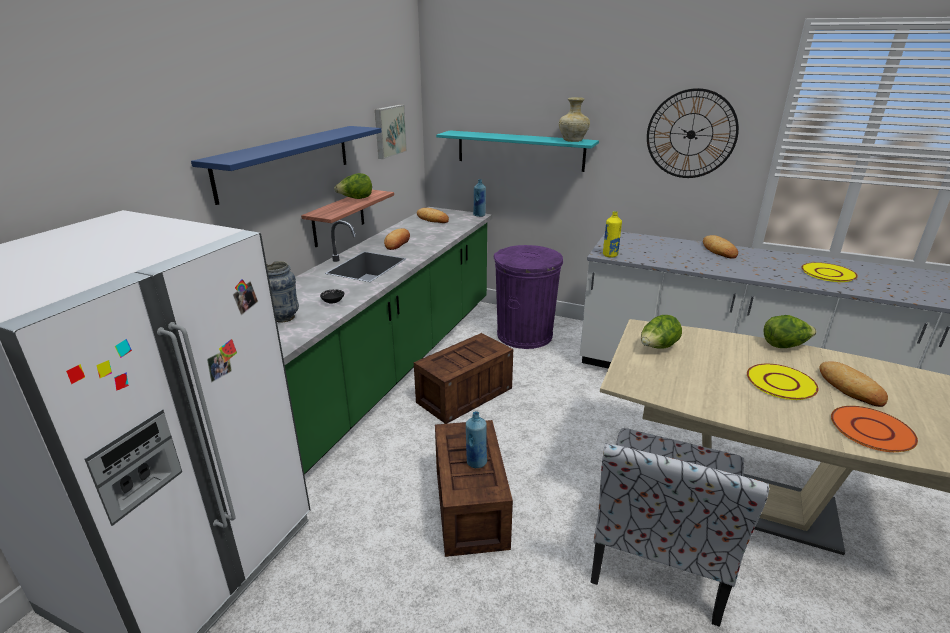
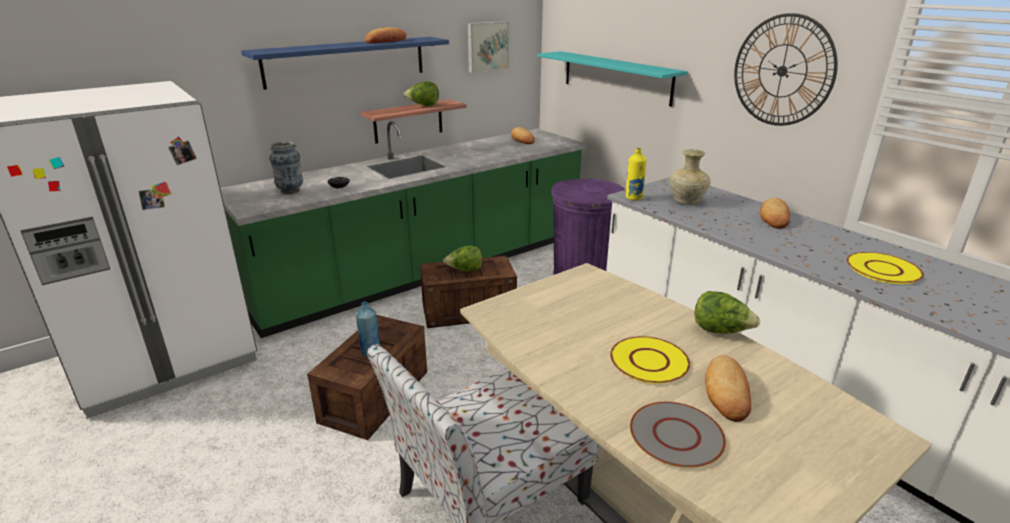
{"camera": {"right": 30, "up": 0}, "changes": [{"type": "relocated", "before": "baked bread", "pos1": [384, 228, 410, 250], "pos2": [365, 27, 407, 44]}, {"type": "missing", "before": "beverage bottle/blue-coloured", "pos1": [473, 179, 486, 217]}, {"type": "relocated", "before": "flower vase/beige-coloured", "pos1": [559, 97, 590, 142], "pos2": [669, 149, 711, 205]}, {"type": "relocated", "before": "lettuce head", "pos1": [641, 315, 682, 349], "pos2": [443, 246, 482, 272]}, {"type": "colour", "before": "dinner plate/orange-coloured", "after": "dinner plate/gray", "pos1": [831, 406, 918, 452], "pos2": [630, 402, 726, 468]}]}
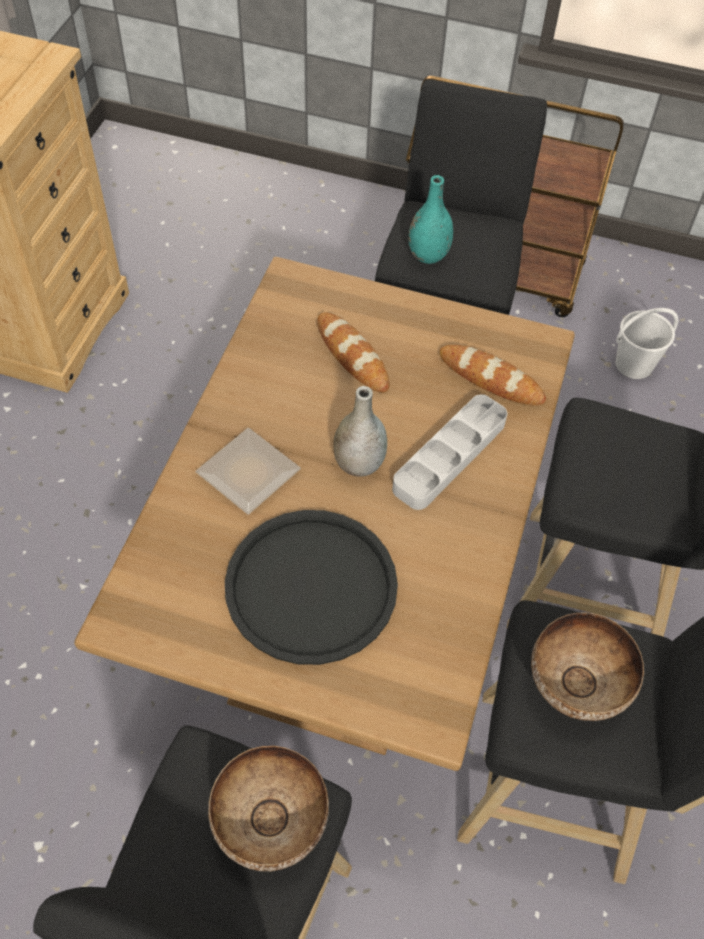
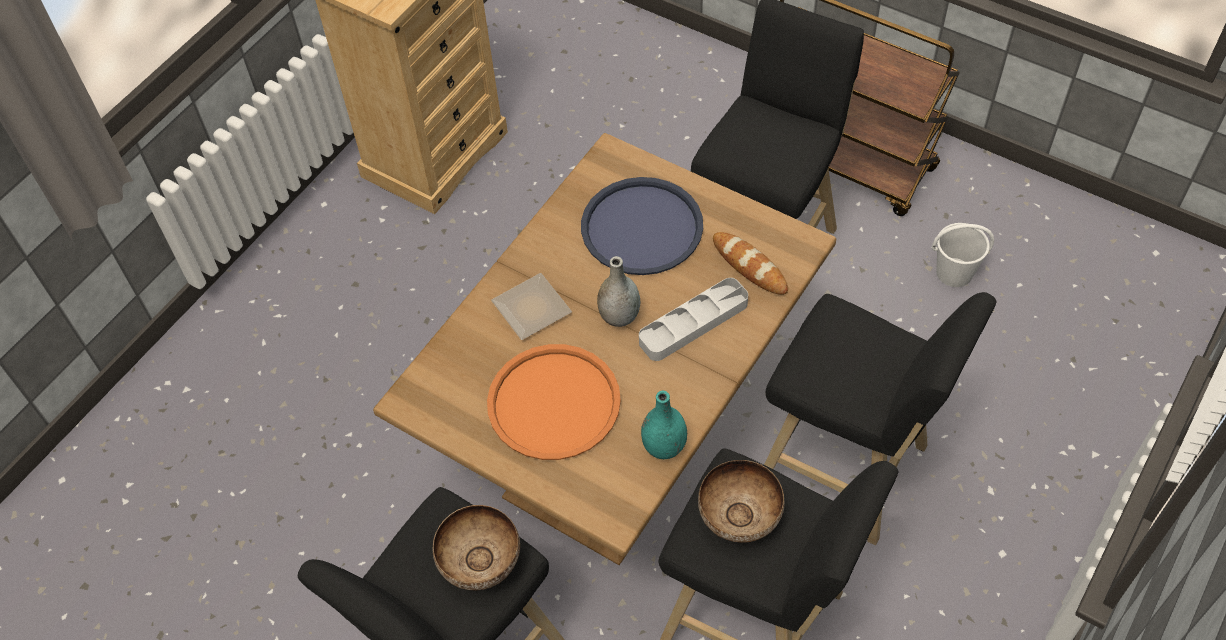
{"camera": {"right": 20, "up": 0}, "changes": [{"type": "colour", "before": "serving tray/black", "after": "serving tray/orange-coloured", "pos1": [225, 510, 398, 665], "pos2": [487, 344, 621, 460]}, {"type": "exchanged", "before": "baked bread", "after": "serving tray/blue-coloured", "pos1": [317, 312, 390, 393], "pos2": [581, 177, 703, 275]}, {"type": "relocated", "before": "flower vase/turquoise-coloured", "pos1": [409, 175, 453, 264], "pos2": [641, 391, 687, 459]}]}
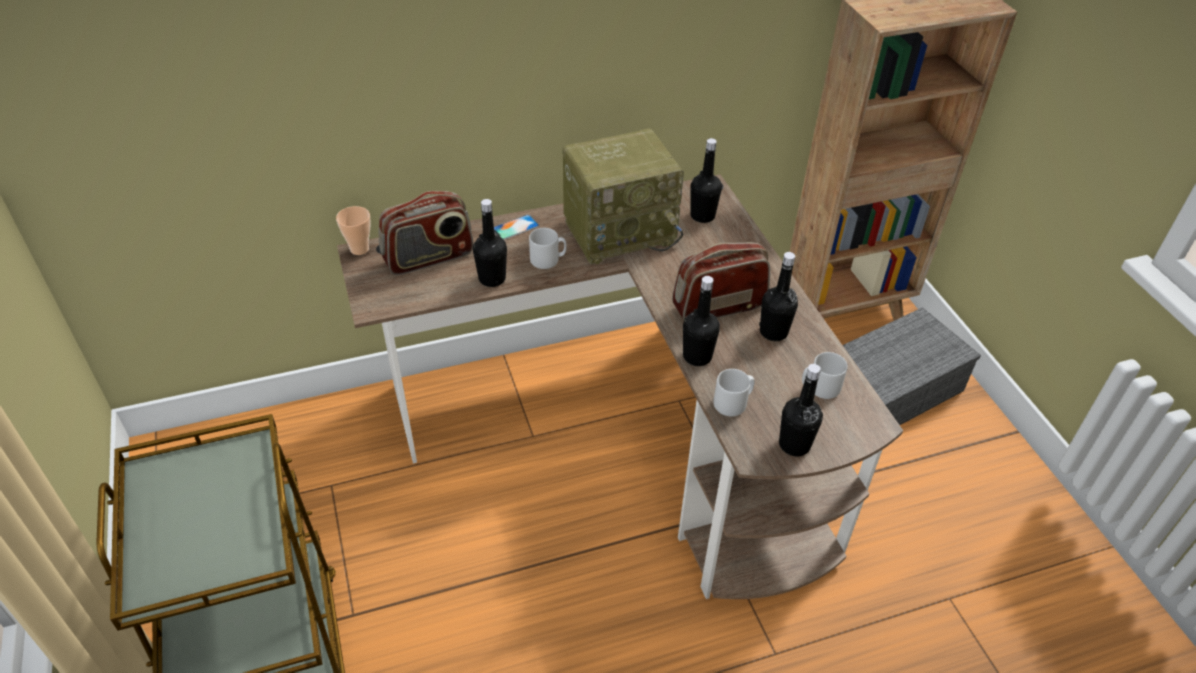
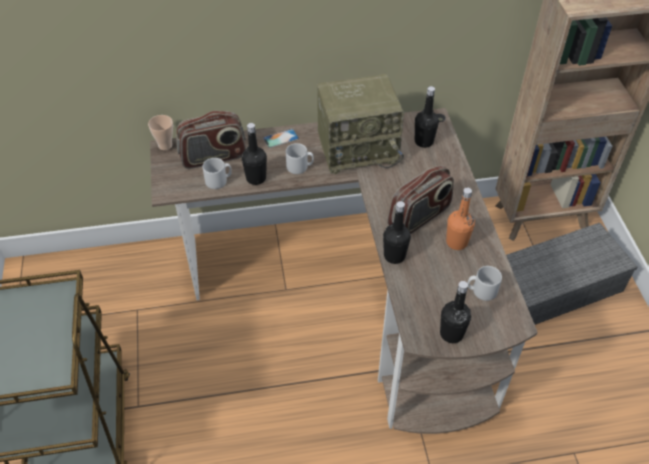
{"camera": {"right": 10, "up": 5}, "changes": [{"type": "spun", "before": "radio set", "pos1": [672, 242, 770, 320], "pos2": [387, 165, 454, 234], "turn": 150}, {"type": "relocated", "before": "mug/gray", "pos1": [714, 369, 755, 416], "pos2": [203, 158, 232, 189]}, {"type": "colour", "before": "beverage bottle/black", "after": "beverage bottle/orange-coloured", "pos1": [759, 252, 798, 341], "pos2": [446, 187, 475, 250]}]}
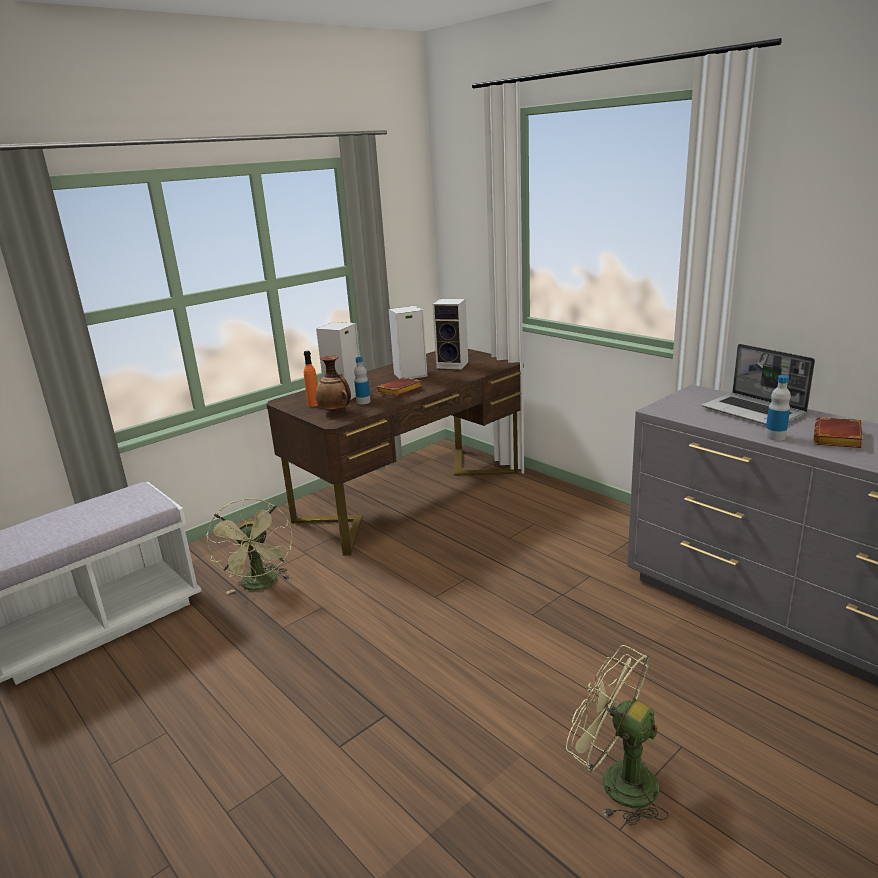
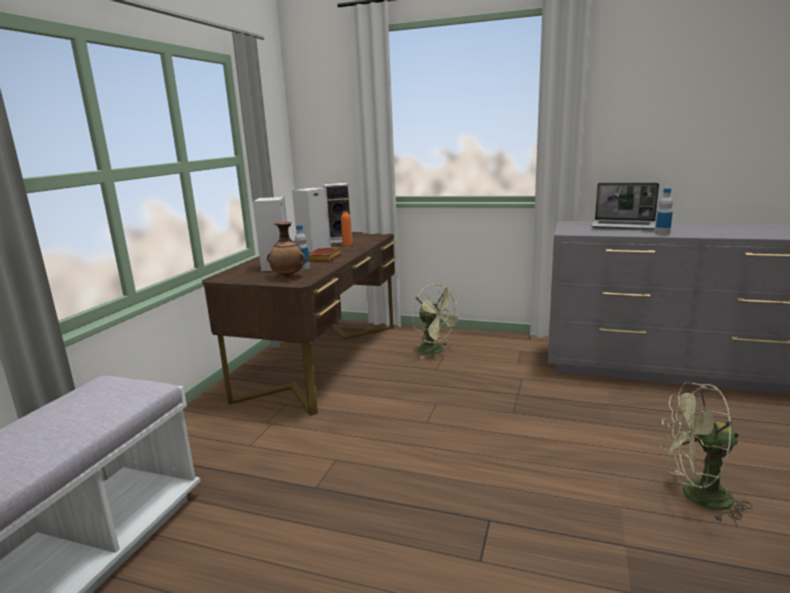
{"camera": {"right": -30, "up": -5}, "changes": [{"type": "relocated", "before": "electric fan/green", "pos1": [206, 498, 292, 594], "pos2": [412, 284, 462, 359]}, {"type": "relocated", "before": "beverage bottle/orange-coloured", "pos1": [304, 351, 318, 407], "pos2": [341, 201, 352, 246]}, {"type": "missing", "before": "book/brown-coloured", "pos1": [814, 417, 863, 448]}]}
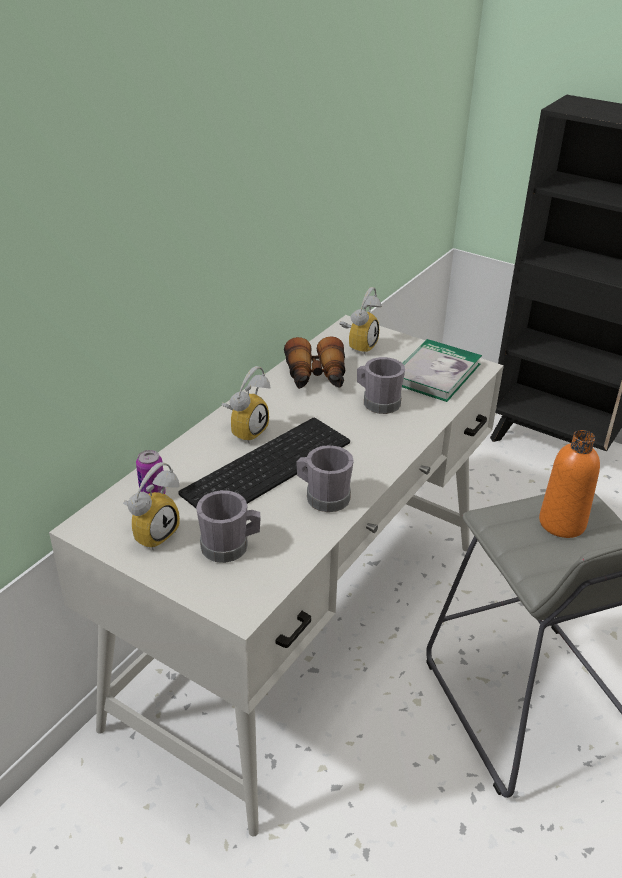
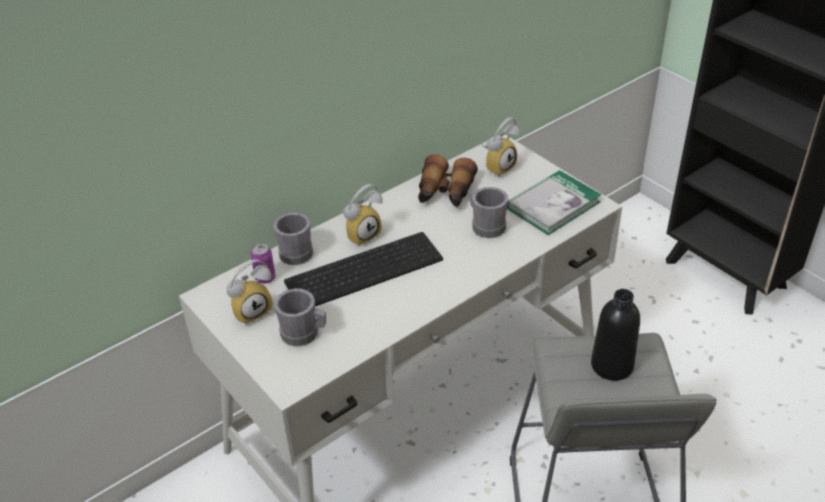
{"camera": {"right": 20, "up": 5}, "changes": [{"type": "relocated", "before": "mug/gray", "pos1": [296, 445, 354, 512], "pos2": [273, 212, 313, 265]}, {"type": "colour", "before": "beverage bottle/orange-coloured", "after": "beverage bottle/black", "pos1": [539, 430, 600, 538], "pos2": [591, 289, 640, 381]}]}
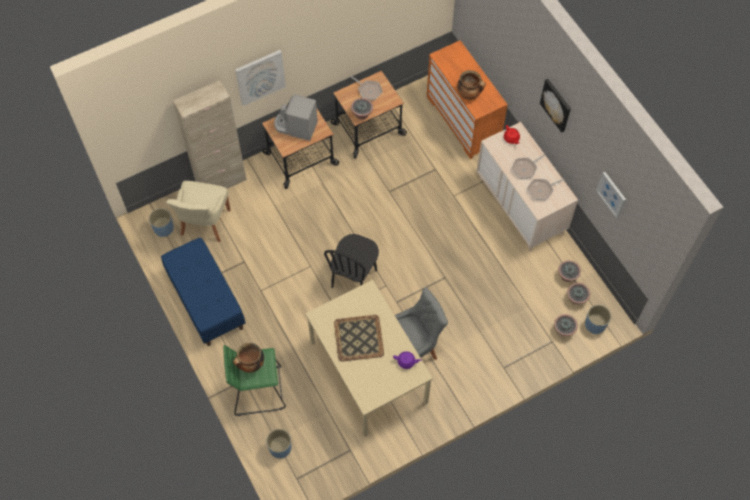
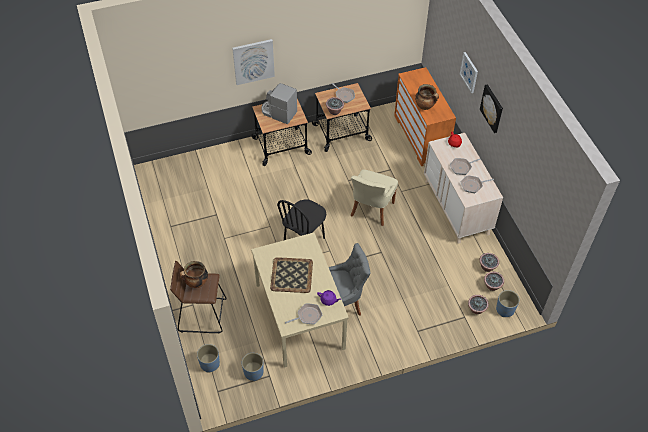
{"camera": {"right": 10, "up": -10}, "changes": [{"type": "relocated", "before": "flower pot/blue-coloured", "pos1": [149, 208, 174, 237], "pos2": [242, 353, 264, 381]}, {"type": "missing", "before": "indoor bench/blue-coloured", "pos1": [161, 237, 245, 346]}, {"type": "relocated", "before": "chair/beige-coloured", "pos1": [166, 181, 231, 242], "pos2": [351, 170, 398, 226]}, {"type": "missing", "before": "cabinet/beige-coloured", "pos1": [173, 80, 247, 189]}, {"type": "colour", "before": "stool seat/green", "after": "stool seat/brown-coloured", "pos1": [223, 345, 286, 416], "pos2": [170, 261, 227, 333]}, {"type": "relocated", "before": "wall art", "pos1": [596, 172, 626, 218], "pos2": [460, 52, 478, 93]}, {"type": "appeared", "after": "frying pan", "pos2": [285, 304, 322, 324]}]}
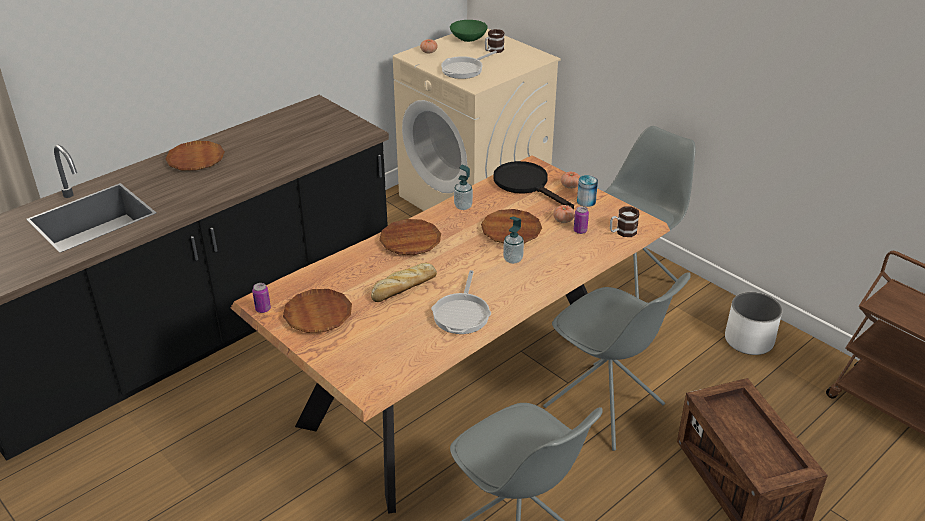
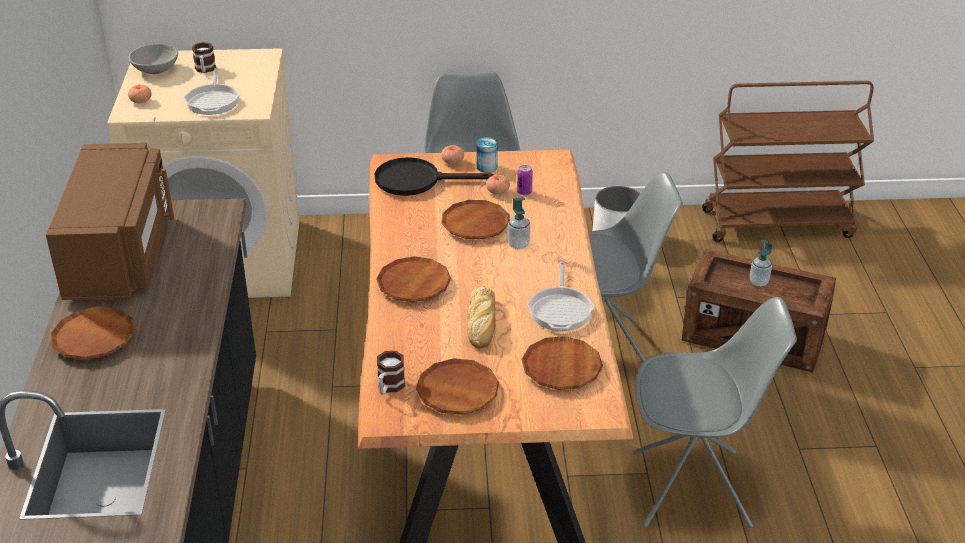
{"camera": {"right": -50, "up": 0}, "changes": [{"type": "missing", "before": "can", "pos1": [252, 283, 271, 313]}, {"type": "spun", "before": "frying pan", "pos1": [431, 270, 491, 334], "pos2": [527, 262, 595, 331], "turn": 45}, {"type": "colour", "before": "bowl/green", "after": "bowl/gray", "pos1": [450, 20, 488, 42], "pos2": [128, 44, 178, 74]}, {"type": "relocated", "before": "liquid soap bottle", "pos1": [454, 164, 473, 210], "pos2": [750, 240, 772, 286]}, {"type": "relocated", "before": "mug", "pos1": [610, 206, 640, 237], "pos2": [377, 351, 405, 395]}, {"type": "appeared", "after": "microwave/brown-coloured", "pos2": [46, 143, 174, 300]}, {"type": "appeared", "after": "dinner plate/brown-coloured", "pos2": [521, 336, 603, 390]}]}
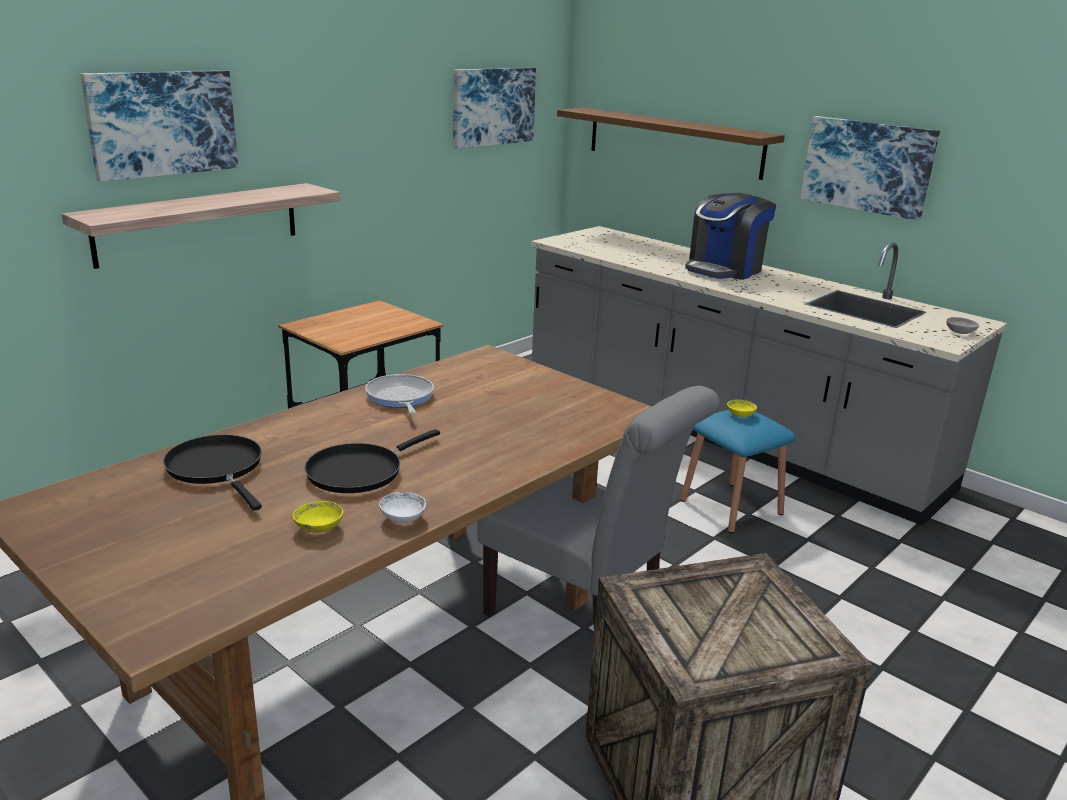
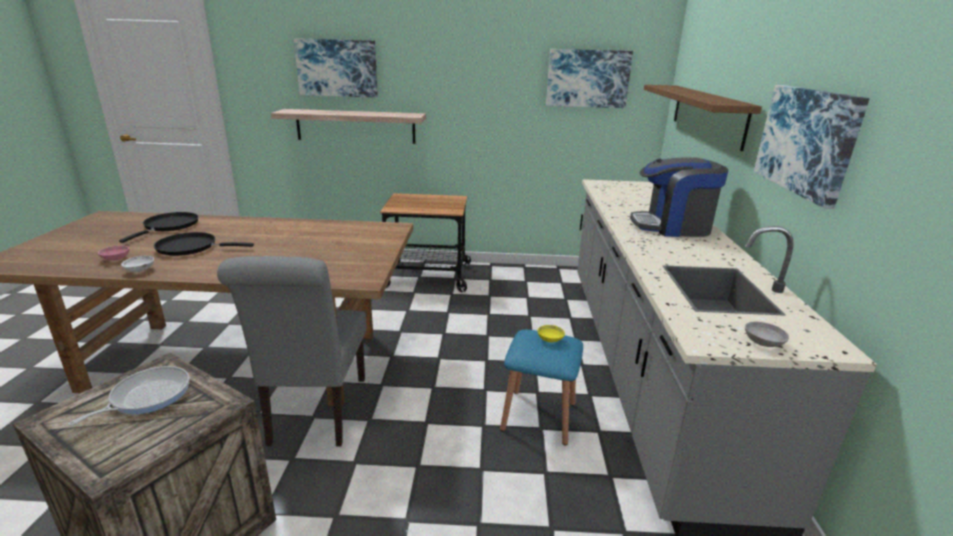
{"camera": {"right": 50, "up": 0}, "changes": [{"type": "colour", "before": "bowl/yellowish", "after": "bowl/pink", "pos1": [292, 501, 343, 533], "pos2": [98, 246, 129, 261]}, {"type": "relocated", "before": "frying pan", "pos1": [365, 374, 434, 414], "pos2": [68, 366, 190, 426]}]}
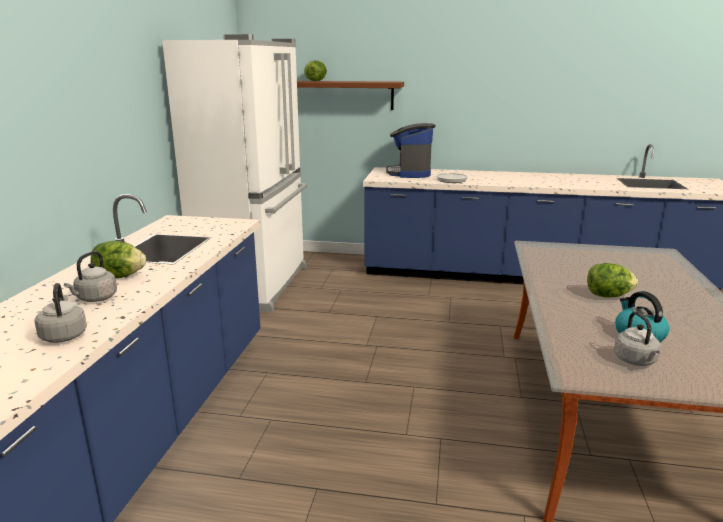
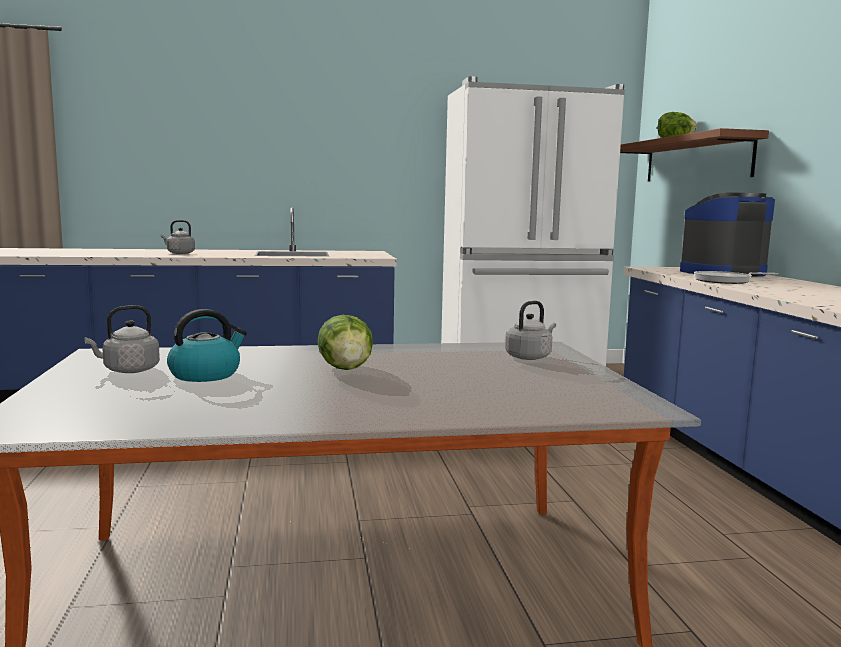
{"camera": {"right": 70, "up": -10}, "changes": [{"type": "relocated", "before": "water kettle/gray", "pos1": [35, 283, 87, 343], "pos2": [505, 301, 556, 360]}, {"type": "missing", "before": "lettuce head", "pos1": [91, 241, 146, 278]}]}
